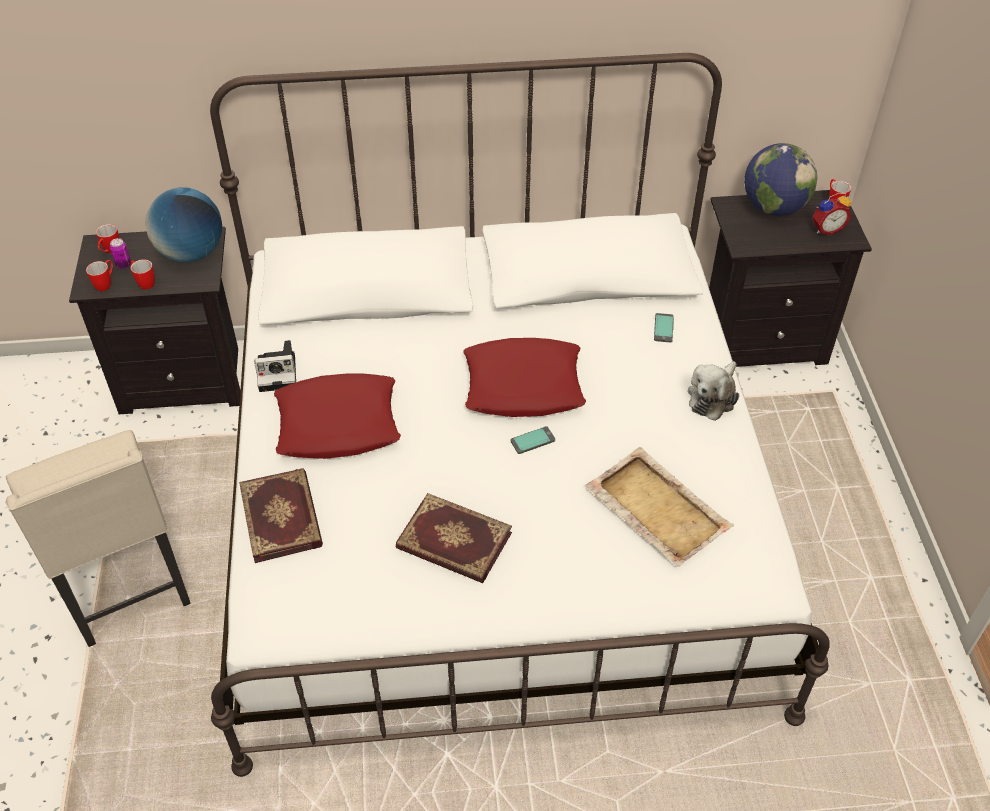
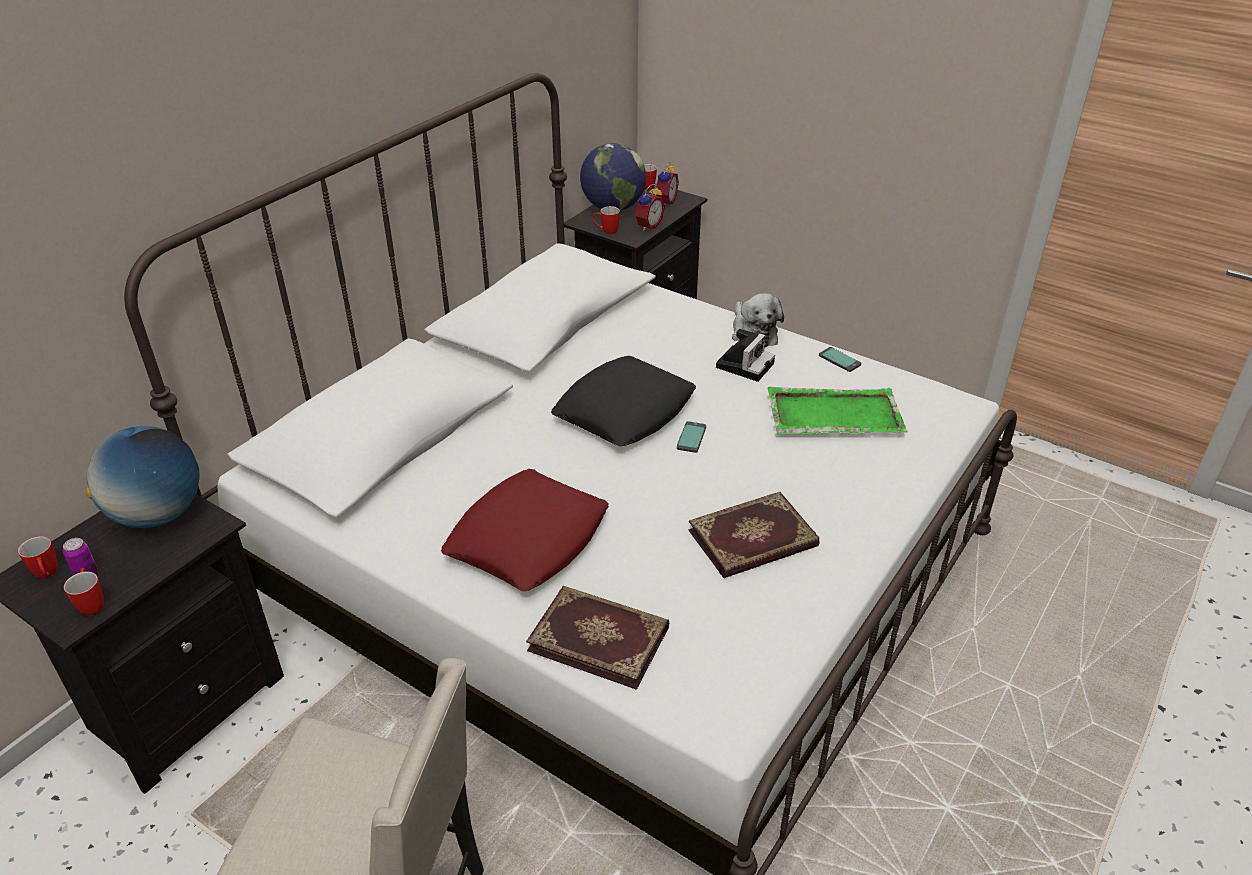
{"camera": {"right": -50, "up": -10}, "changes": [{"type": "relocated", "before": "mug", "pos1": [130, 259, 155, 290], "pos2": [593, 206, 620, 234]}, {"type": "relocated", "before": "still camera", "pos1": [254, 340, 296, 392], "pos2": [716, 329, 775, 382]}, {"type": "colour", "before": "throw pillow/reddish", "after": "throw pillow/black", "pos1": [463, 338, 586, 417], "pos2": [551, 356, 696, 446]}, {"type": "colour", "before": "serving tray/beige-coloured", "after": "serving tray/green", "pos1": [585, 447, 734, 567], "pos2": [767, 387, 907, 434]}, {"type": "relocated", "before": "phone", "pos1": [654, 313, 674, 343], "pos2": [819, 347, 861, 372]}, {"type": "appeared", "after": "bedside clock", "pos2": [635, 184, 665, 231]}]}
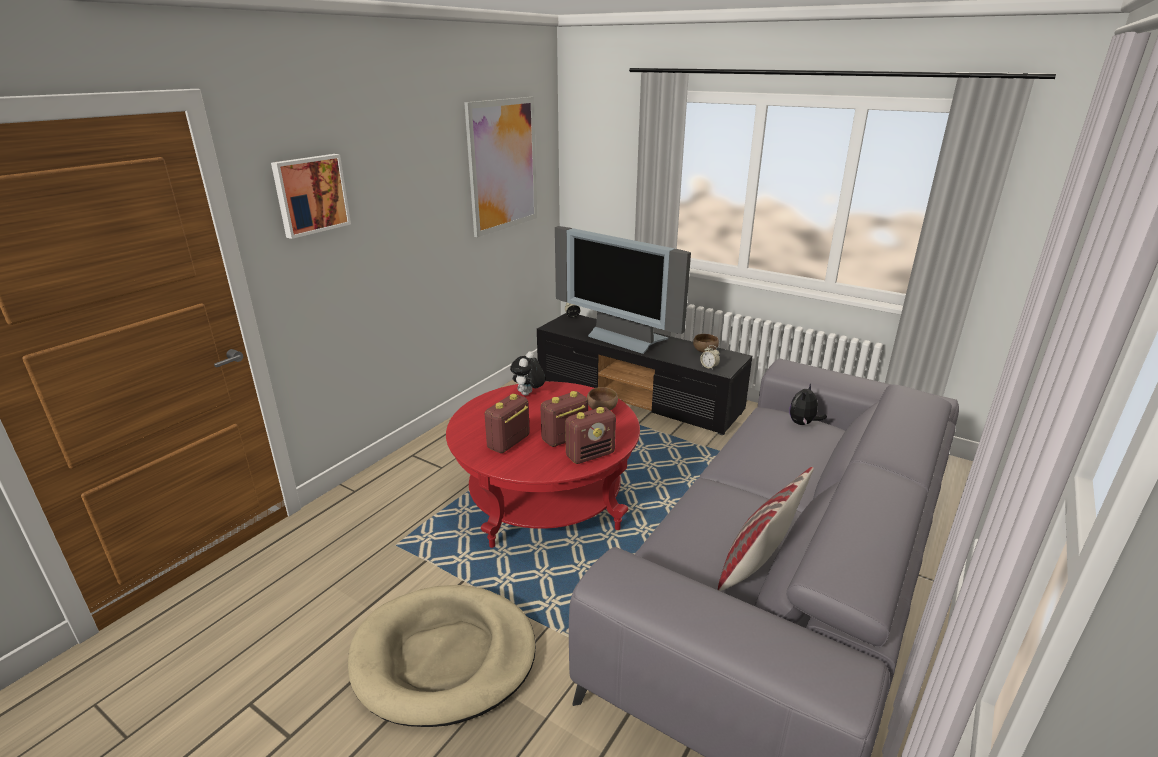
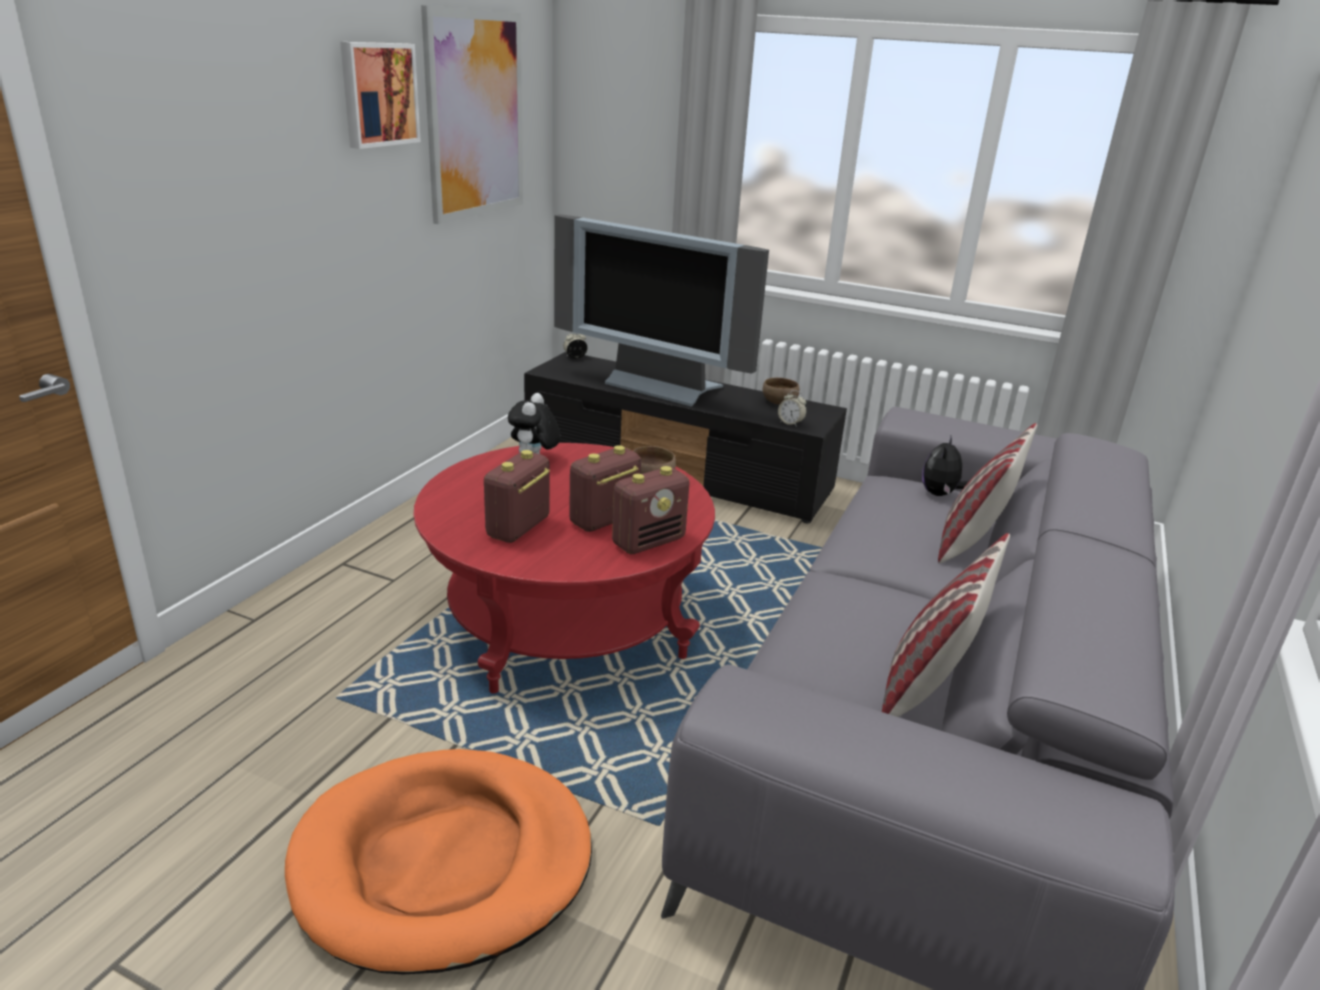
{"camera": {"right": -10, "up": 0}, "changes": [{"type": "relocated", "before": "wall art", "pos1": [271, 154, 351, 239], "pos2": [340, 42, 421, 149]}, {"type": "colour", "before": "dog cushion/beige-coloured", "after": "dog cushion/orange-coloured", "pos1": [348, 585, 536, 727], "pos2": [285, 749, 592, 974]}, {"type": "appeared", "after": "throw pillow", "pos2": [938, 423, 1037, 563]}]}
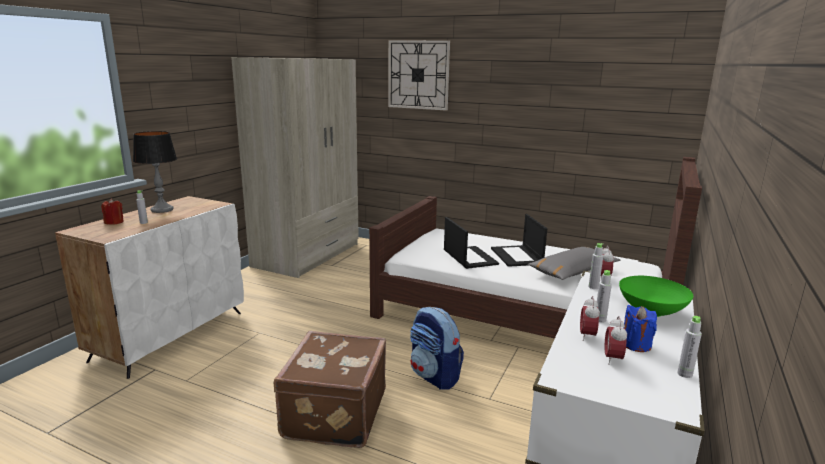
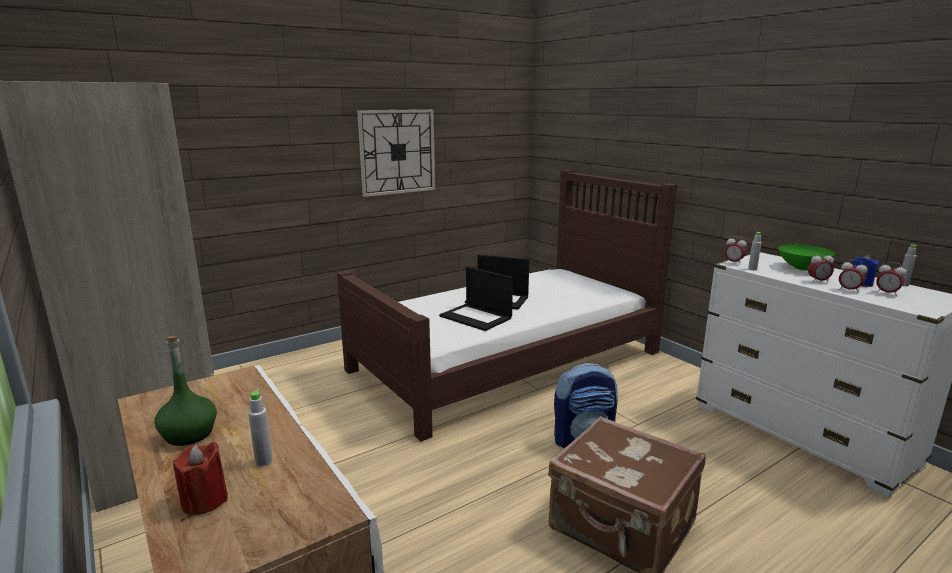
{"camera": {"right": -60, "up": 0}, "changes": [{"type": "exchanged", "before": "table lamp", "after": "beverage bottle/green", "pos1": [133, 131, 177, 213], "pos2": [154, 336, 217, 446]}, {"type": "relocated", "before": "hanging clock", "pos1": [388, 40, 450, 111], "pos2": [357, 109, 435, 197]}, {"type": "spun", "before": "portable computer", "pos1": [444, 217, 499, 269], "pos2": [439, 266, 513, 331], "turn": -150}, {"type": "missing", "before": "throw pillow/gray", "pos1": [528, 247, 621, 280]}, {"type": "exchanged", "before": "beverage bottle/gray", "after": "bedside clock", "pos1": [596, 270, 612, 323], "pos2": [808, 252, 834, 283]}]}
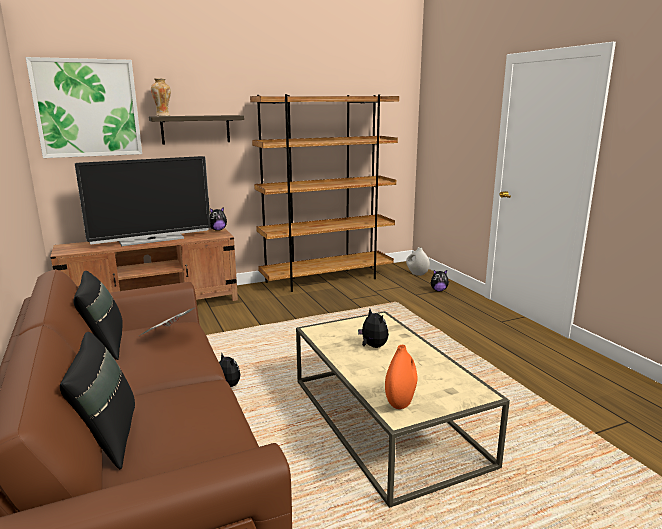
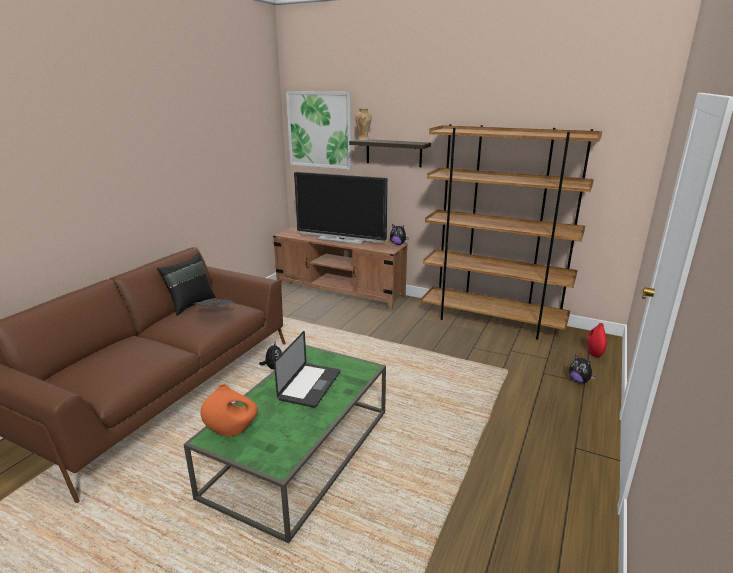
{"camera": {"right": 50, "up": 5}, "changes": [{"type": "missing", "before": "throw pillow/black", "pos1": [60, 332, 135, 469]}, {"type": "colour", "before": "lounge table/beige-coloured", "after": "lounge table/green", "pos1": [296, 311, 510, 508], "pos2": [183, 345, 386, 543]}, {"type": "exchanged", "before": "cuddly toy", "after": "portable computer", "pos1": [358, 309, 389, 348], "pos2": [274, 331, 340, 408]}, {"type": "colour", "before": "flower vase/whitish", "after": "flower vase/reddish", "pos1": [406, 247, 430, 276], "pos2": [587, 323, 607, 358]}]}
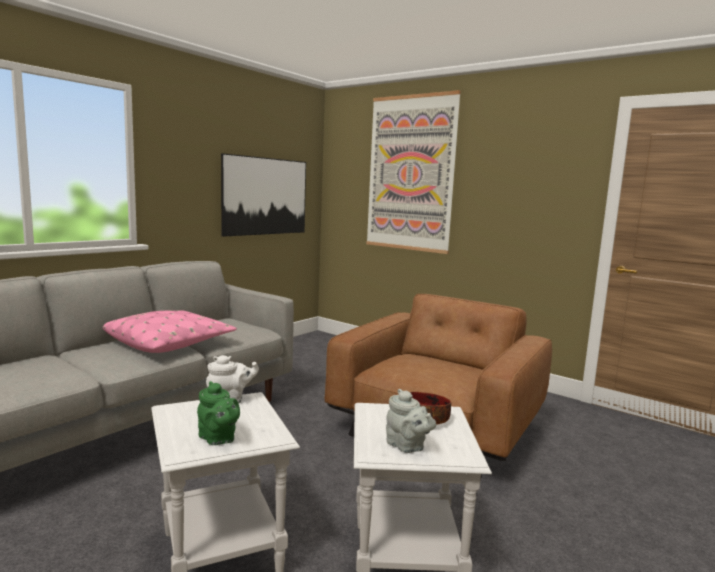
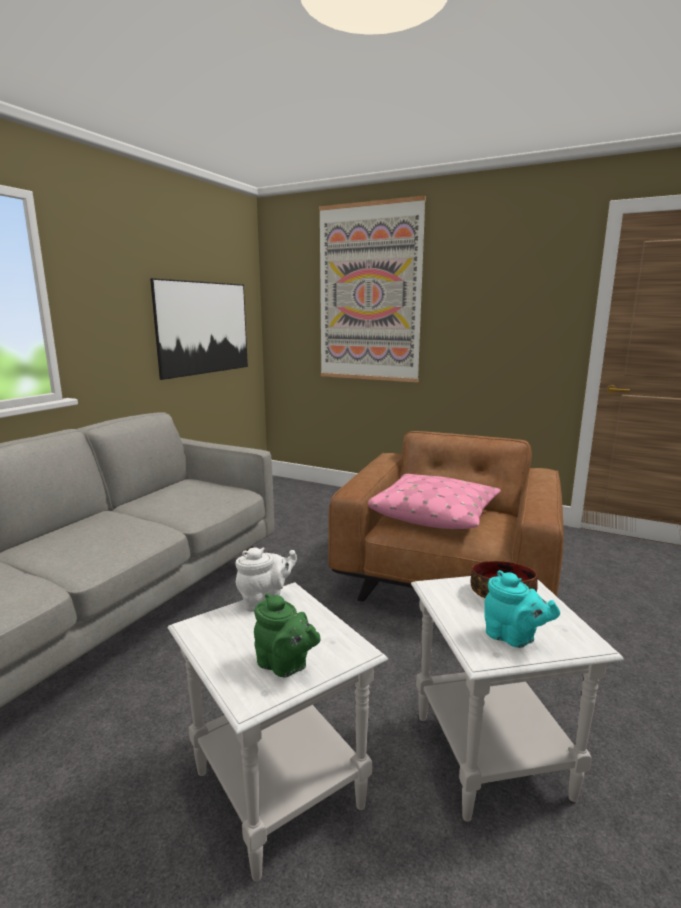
{"camera": {"right": -10, "up": 5}, "changes": [{"type": "relocated", "before": "throw pillow/pink", "pos1": [103, 311, 237, 353], "pos2": [368, 474, 501, 529]}, {"type": "colour", "before": "pot for tea/gray", "after": "pot for tea/turquoise-coloured", "pos1": [386, 389, 436, 453], "pos2": [484, 570, 560, 648]}]}
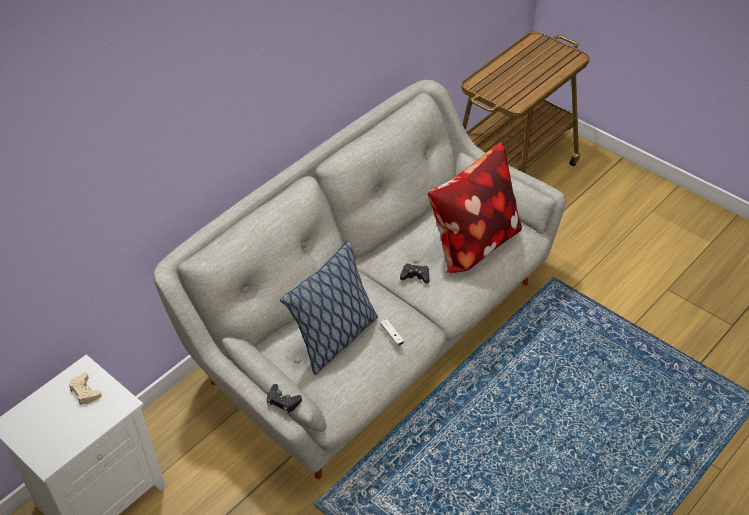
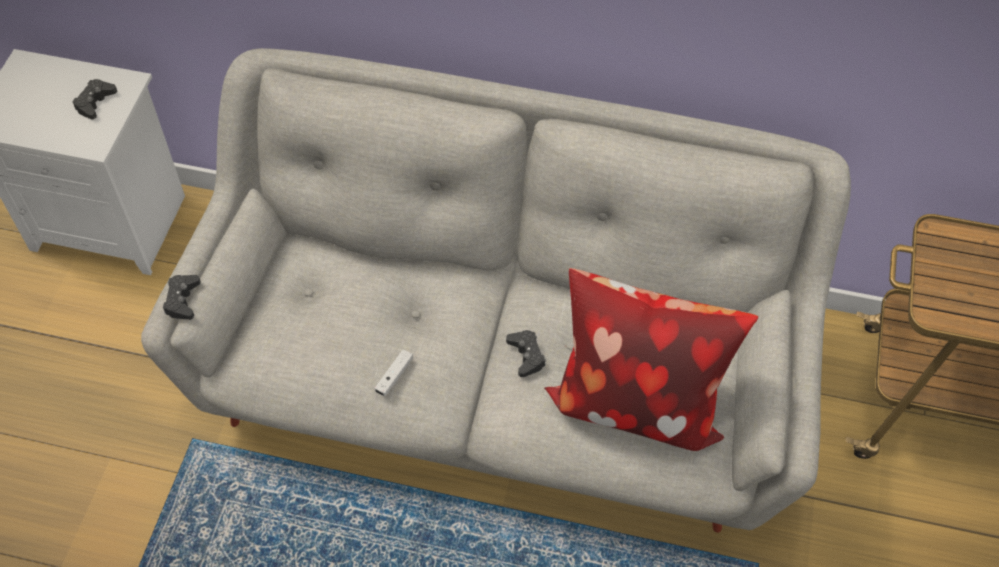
{"camera": {"right": 60, "up": 10}, "changes": [{"type": "colour", "before": "gamepad/beige-coloured", "after": "gamepad/black", "pos1": [69, 373, 102, 405], "pos2": [72, 79, 117, 119]}, {"type": "missing", "before": "throw pillow", "pos1": [280, 241, 378, 375]}]}
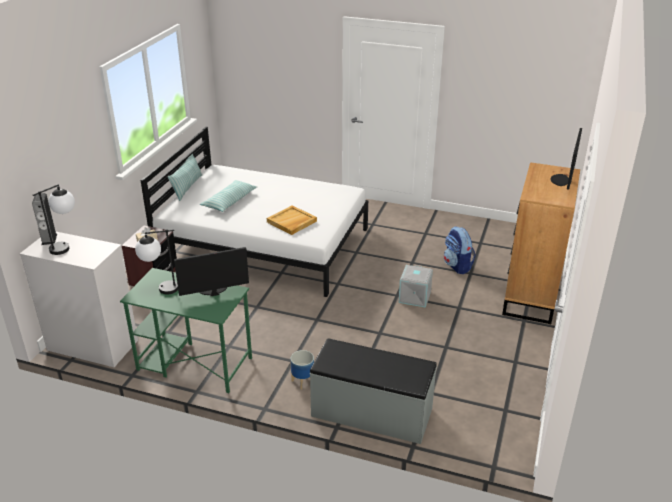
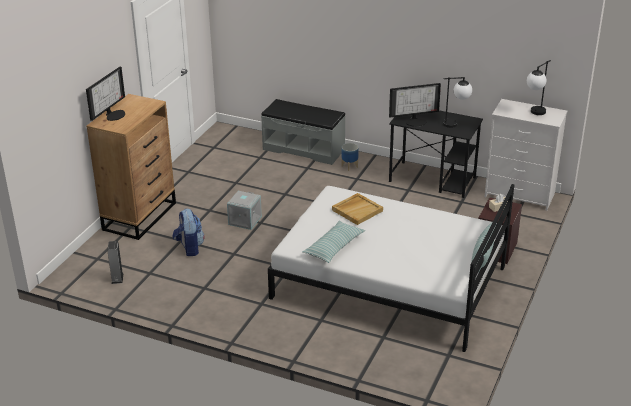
{"camera": {"right": -175, "up": 0}, "changes": [{"type": "relocated", "before": "loudspeaker", "pos1": [32, 193, 57, 245], "pos2": [107, 241, 124, 284]}, {"type": "colour", "before": "desk table/green", "after": "desk table/black", "pos1": [120, 268, 252, 393], "pos2": [389, 110, 483, 198]}, {"type": "relocated", "before": "throw pillow", "pos1": [200, 180, 257, 212], "pos2": [303, 221, 365, 263]}]}
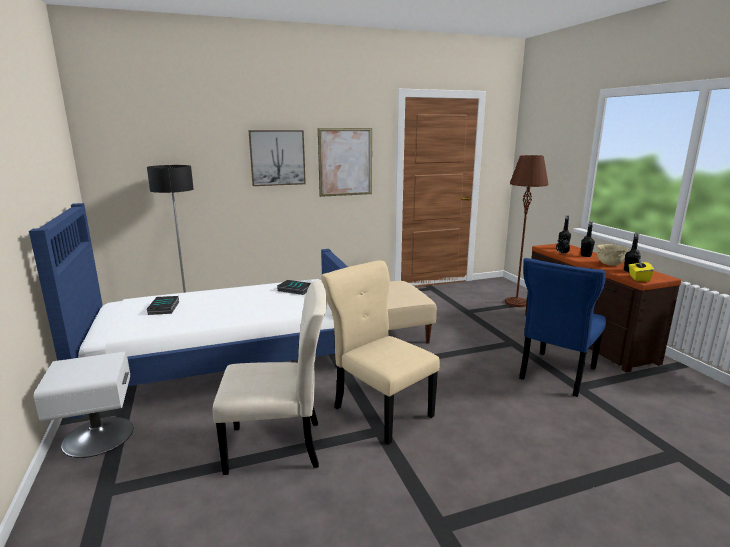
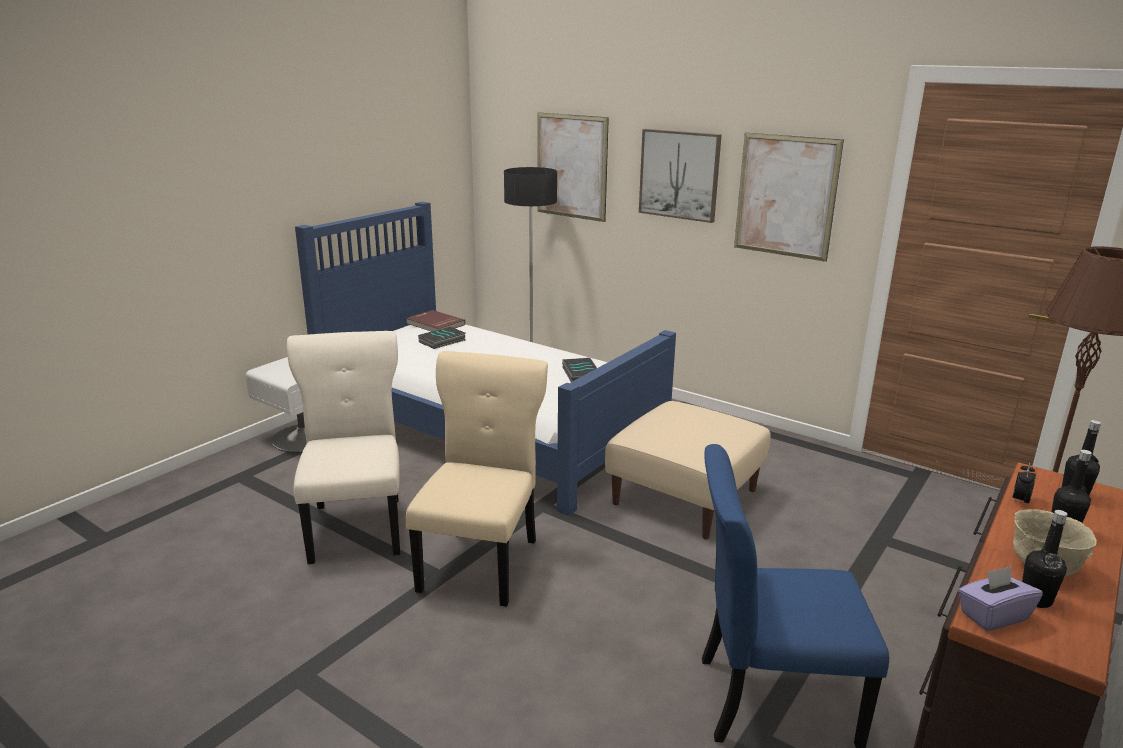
{"camera": {"right": 55, "up": 5}, "changes": [{"type": "spun", "before": "chair/beige-coloured", "pos1": [213, 281, 327, 475], "pos2": [287, 331, 400, 564], "turn": -150}, {"type": "colour", "before": "tissue box/yellowish", "after": "tissue box/purplish", "pos1": [629, 259, 654, 282], "pos2": [958, 566, 1043, 631]}, {"type": "appeared", "after": "book/reddish", "pos2": [406, 310, 465, 332]}, {"type": "appeared", "after": "wall art", "pos2": [537, 113, 609, 222]}]}
